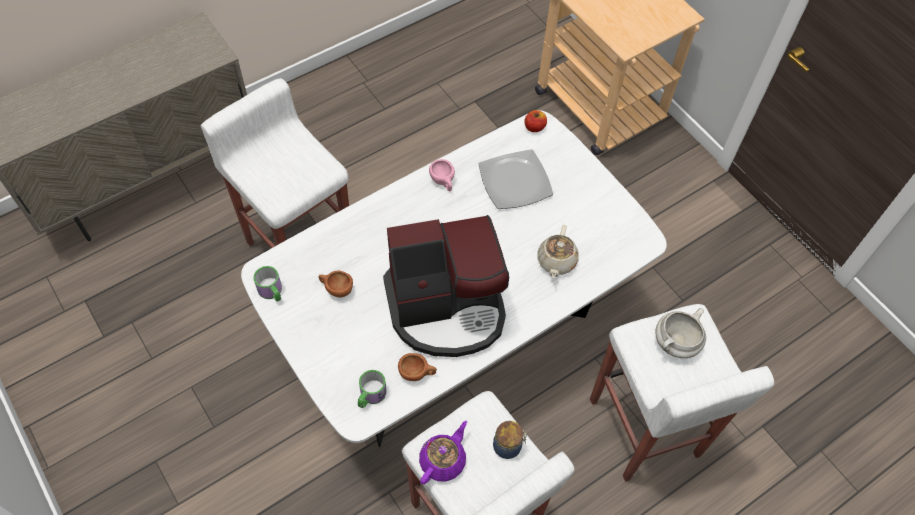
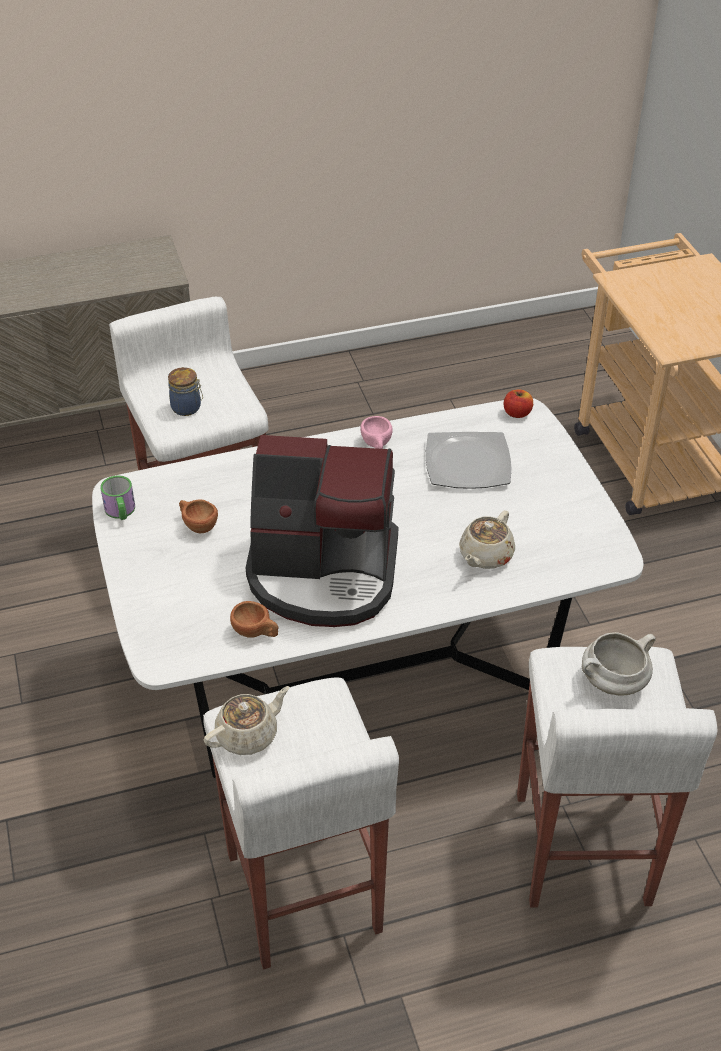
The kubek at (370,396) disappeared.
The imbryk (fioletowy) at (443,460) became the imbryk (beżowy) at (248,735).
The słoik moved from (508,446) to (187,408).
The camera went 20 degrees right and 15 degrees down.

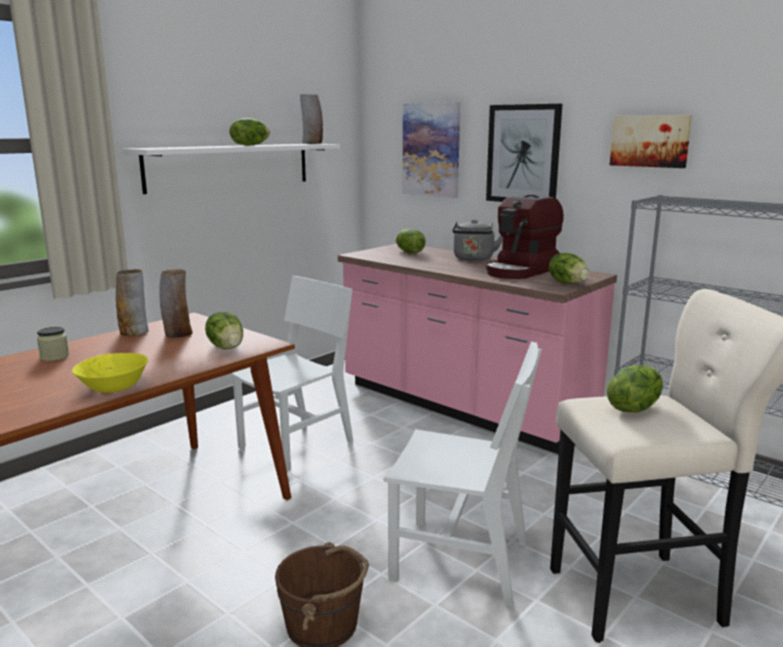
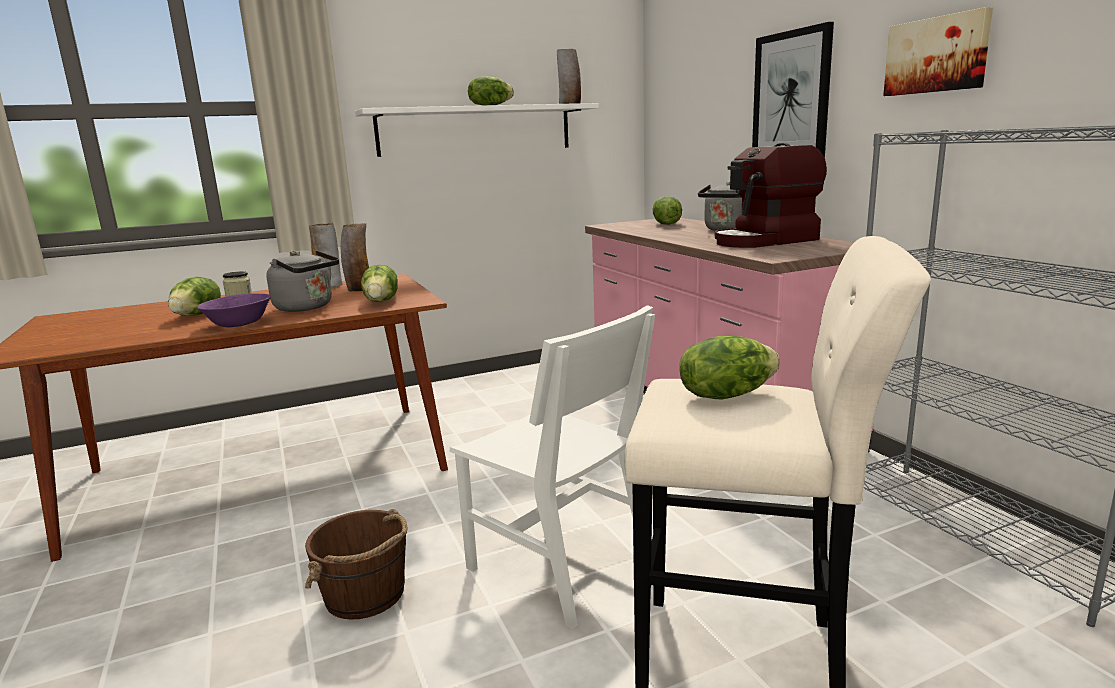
The miska (żółty) at (115,387) became the miska (fioletowy) at (240,324).
The krzesło (biały) at (296,444) disappeared.
The obraz at (431,150) disappeared.
The sałata moved from (568,283) to (198,315).
The czajnik (szary) at (307,307) appeared.
The camera went 25 degrees right and 0 degrees up.

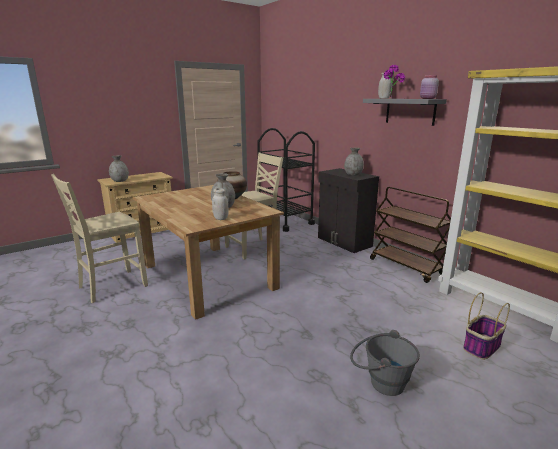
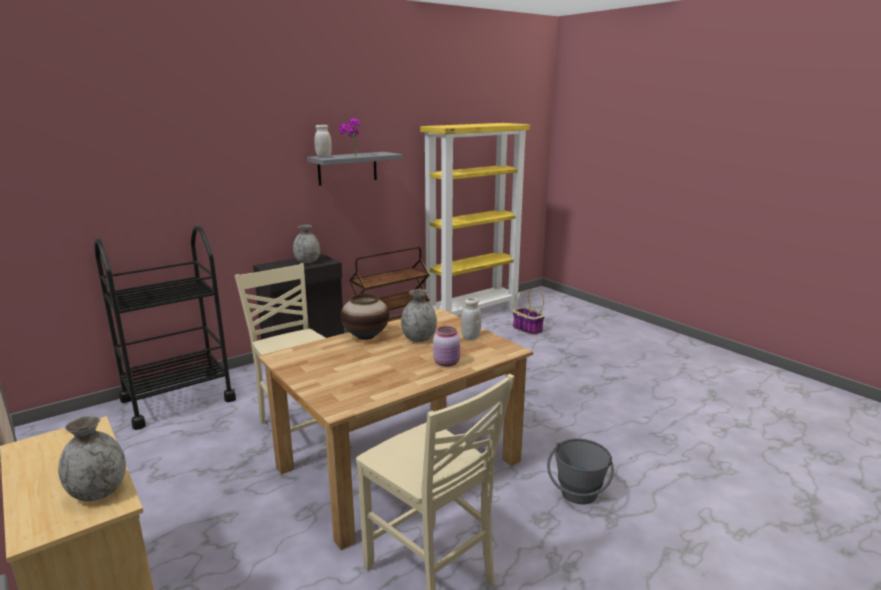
The wiadro (szary) moved from (380,381) to (577,497).
The słoik (różowy) moved from (427,98) to (447,363).
The camera went 90 degrees left and 0 degrees up.

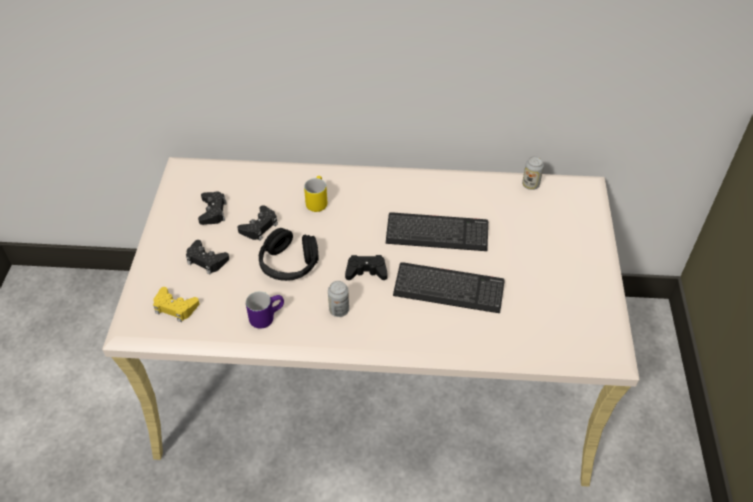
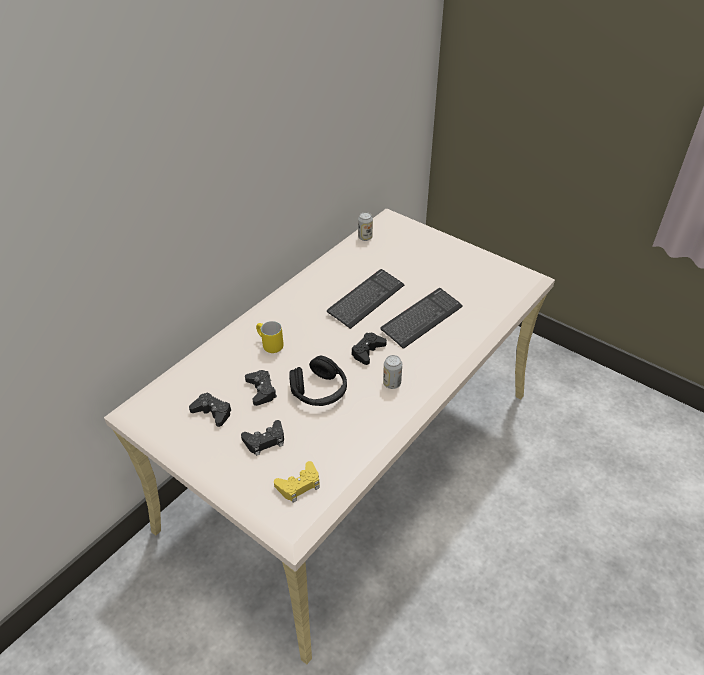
The kubek (fioletowy) at (266,316) disappeared.
The camera went 55 degrees left and 5 degrees down.

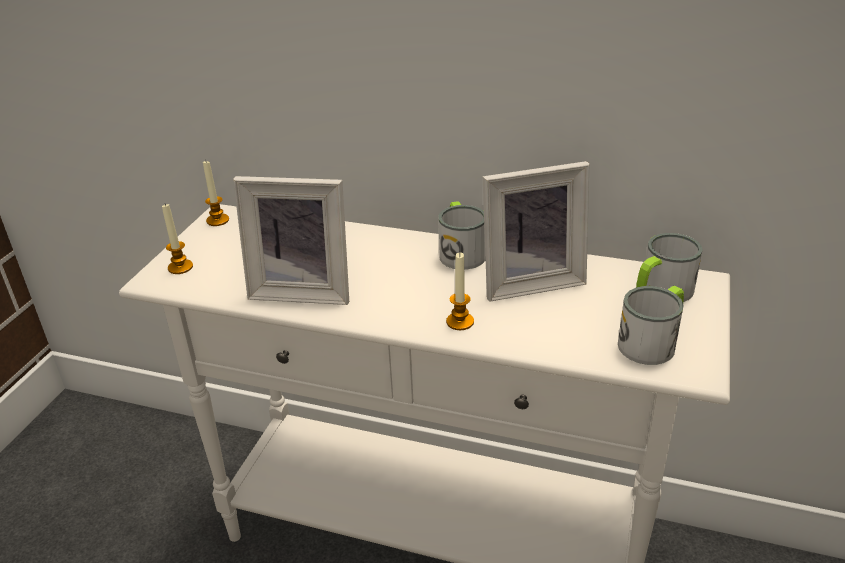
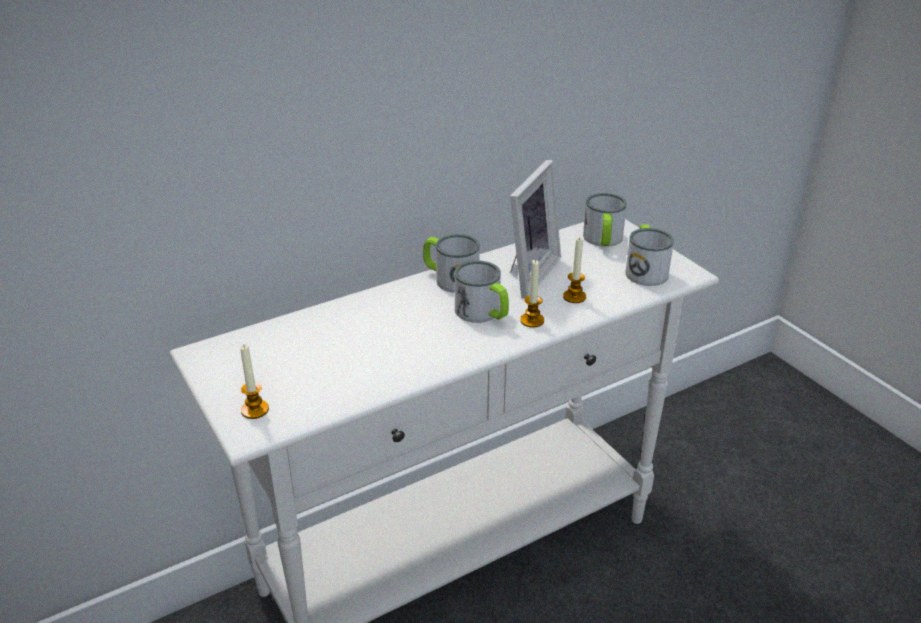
The świeca moved from (217,220) to (574,297).
The ramka na zdjęcie at (303,290) disappeared.
The kubek at (483,313) appeared.
The camera went 50 degrees left and 0 degrees up.

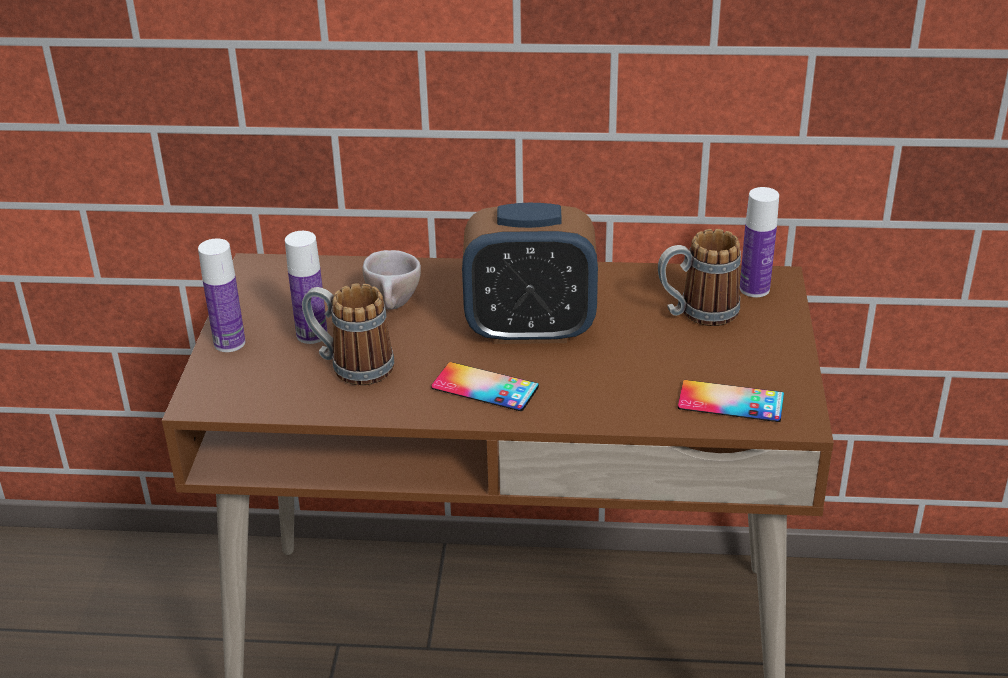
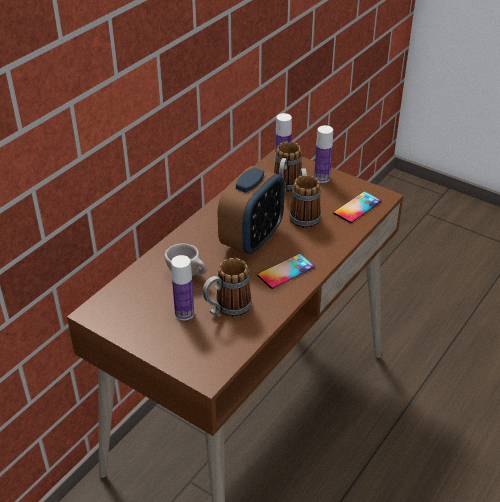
The butelka moved from (229,343) to (322,178).
The kubek at (303,214) appeared.
The camera went 60 degrees left and 5 degrees up.

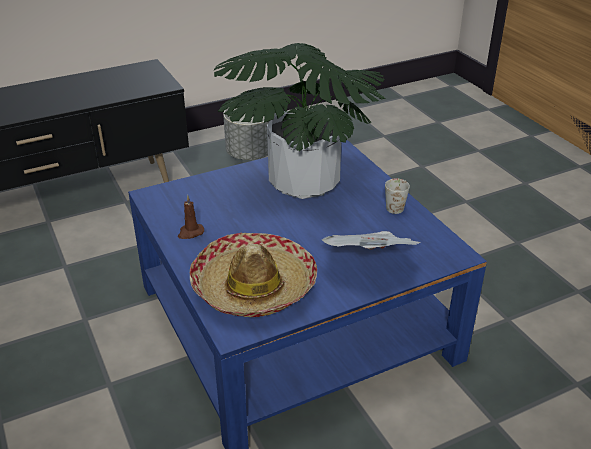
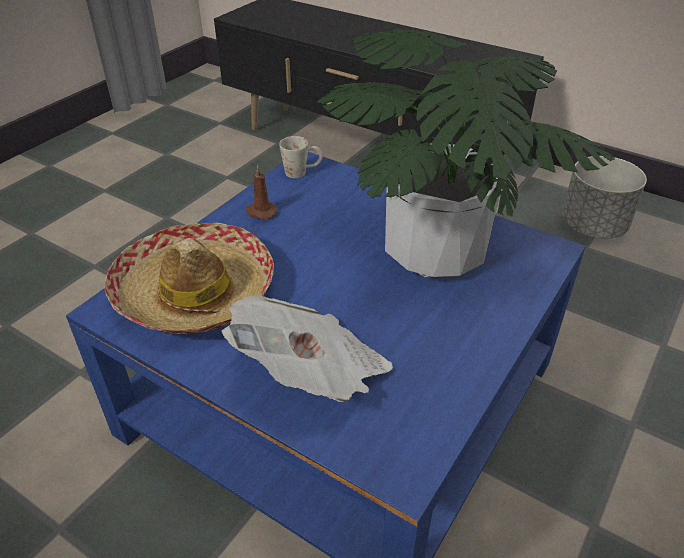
The kubek (biały) moved from (395,205) to (302,172).
The camera went 60 degrees right and 5 degrees up.

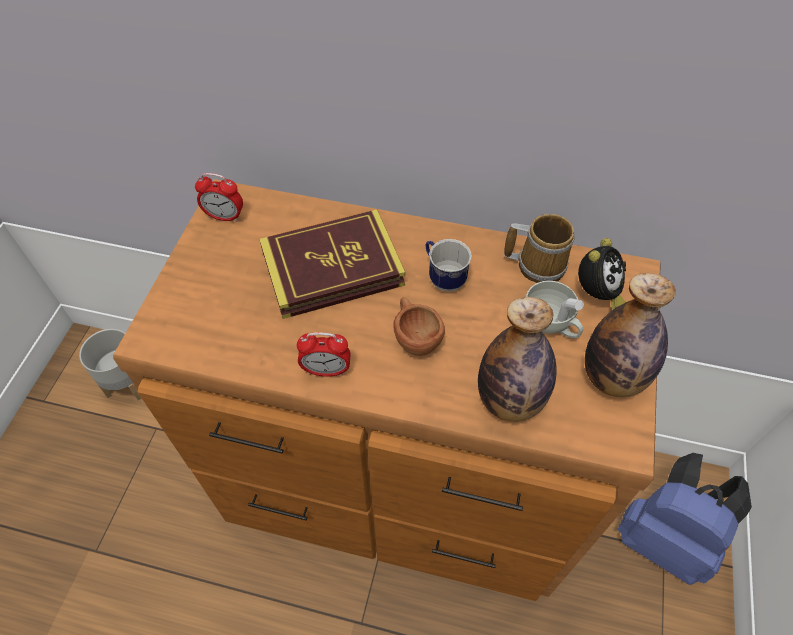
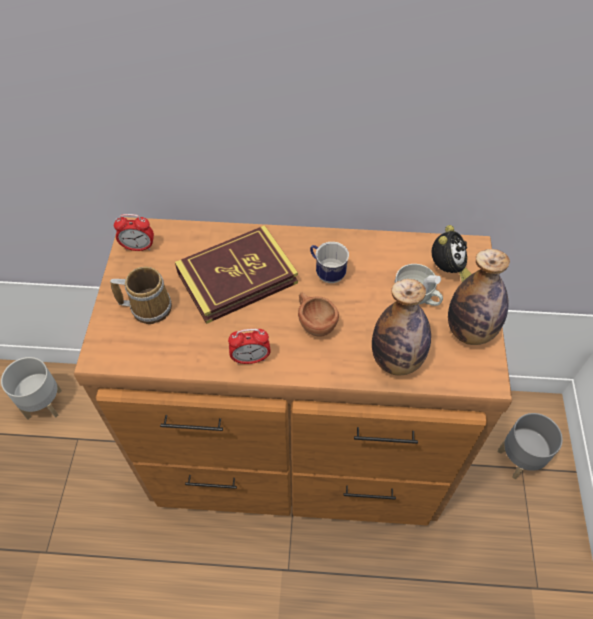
The kubek moved from (538,264) to (148,306).
The plecak (niebieski) at (663,539) was replaced by the donica (szary) at (520,459).
The camera went 10 degrees left and 0 degrees up.

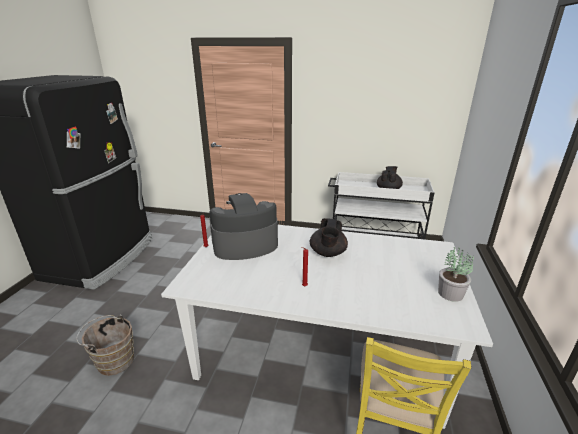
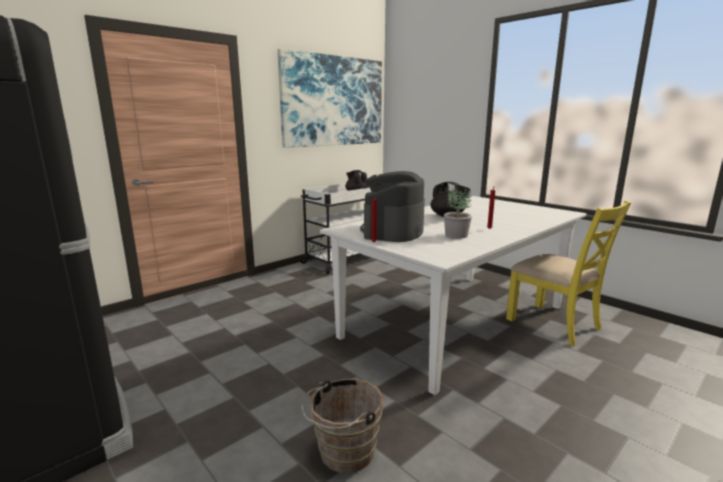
The roślina doniczkowa moved from (450,294) to (456,235).
The obraz at (333,101) appeared.
The camera went 55 degrees left and 10 degrees down.

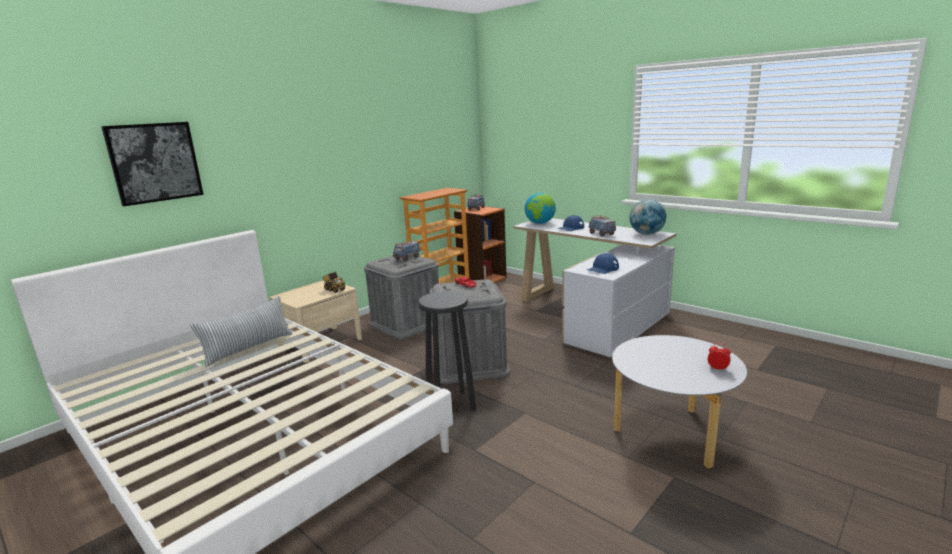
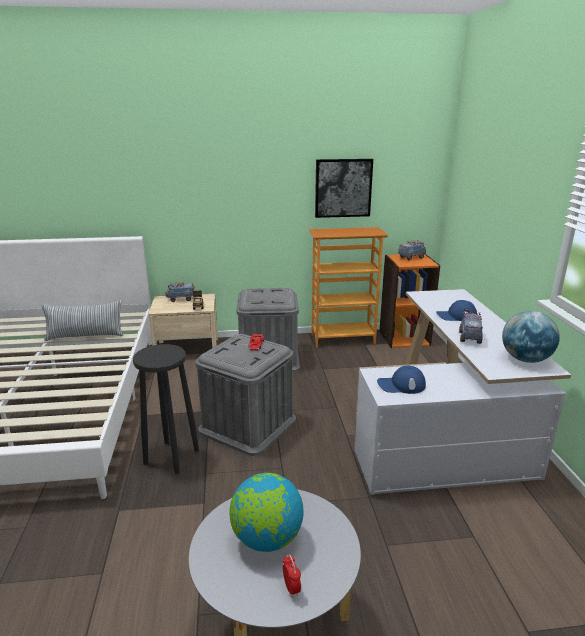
The obraz moved from (155,162) to (343,188).
The ciężarówka zabawkowa moved from (407,258) to (181,299).
The globus moved from (540,223) to (266,539).
The camera went 40 degrees right and 5 degrees up.

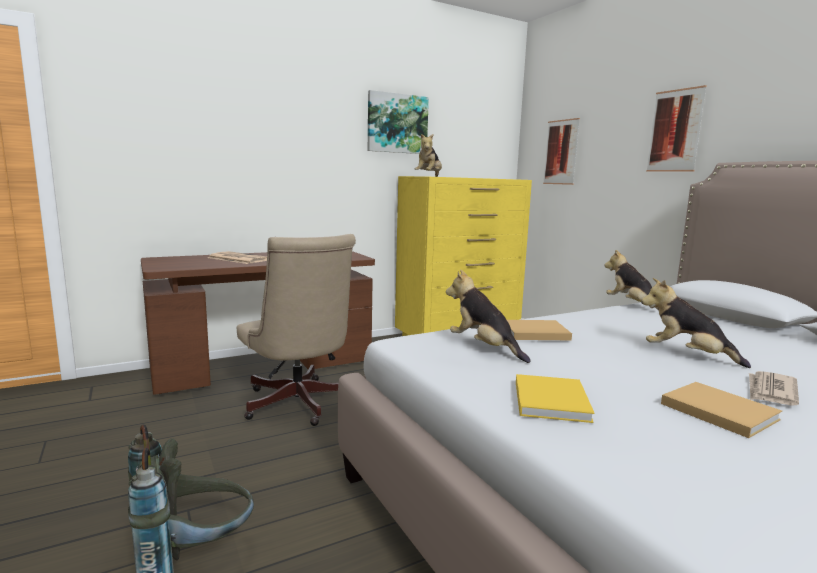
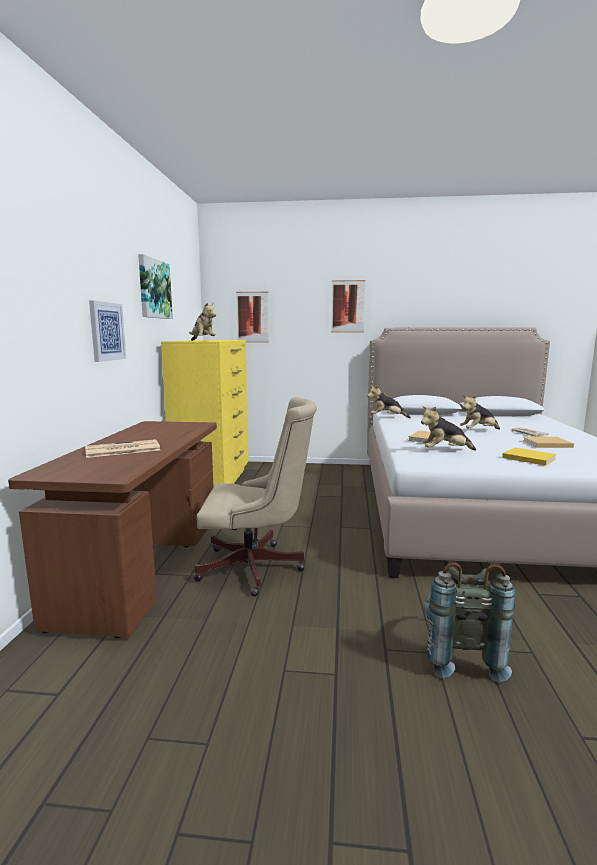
The obraz at (107,331) appeared.
The camera went 55 degrees left and 0 degrees up.

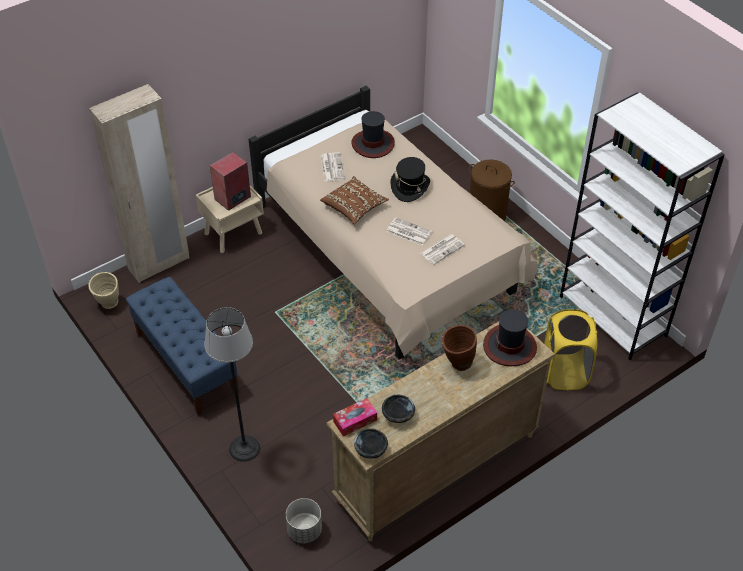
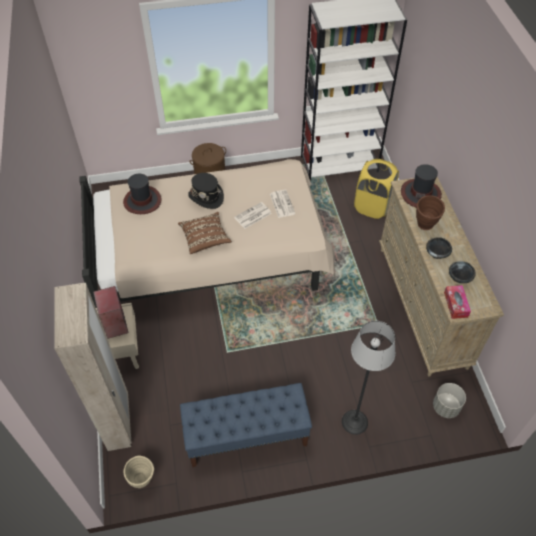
The gazeta at (332,167) disappeared.
The miska (czarny) moved from (370,450) to (437,253).
The camera went 65 degrees left and 5 degrees up.

